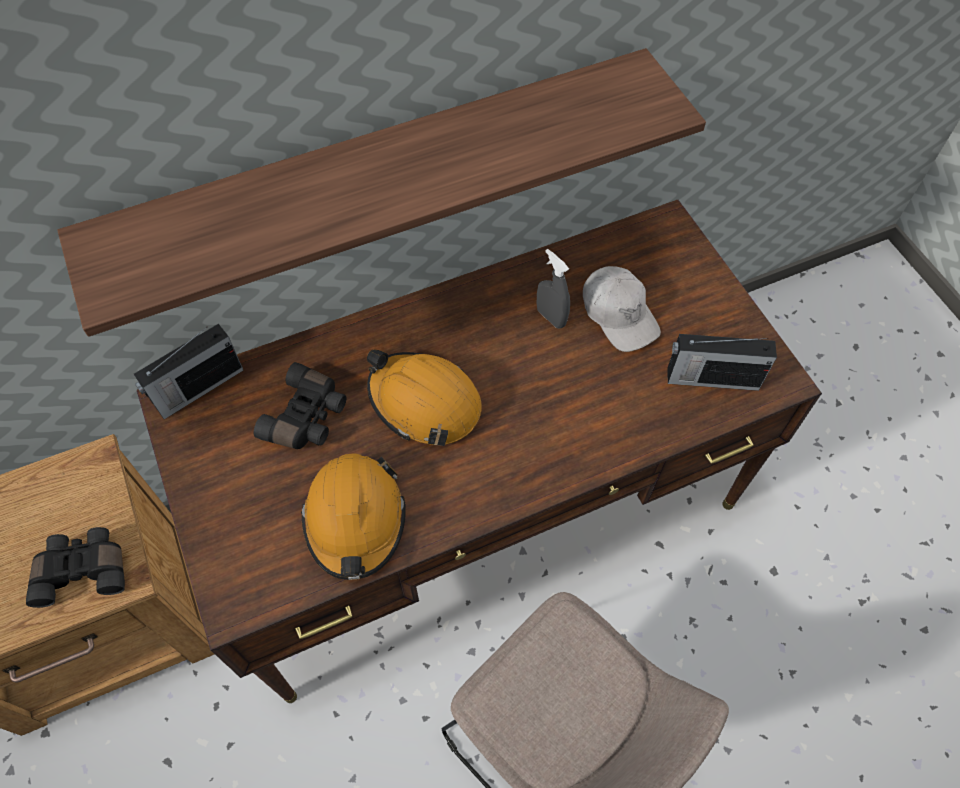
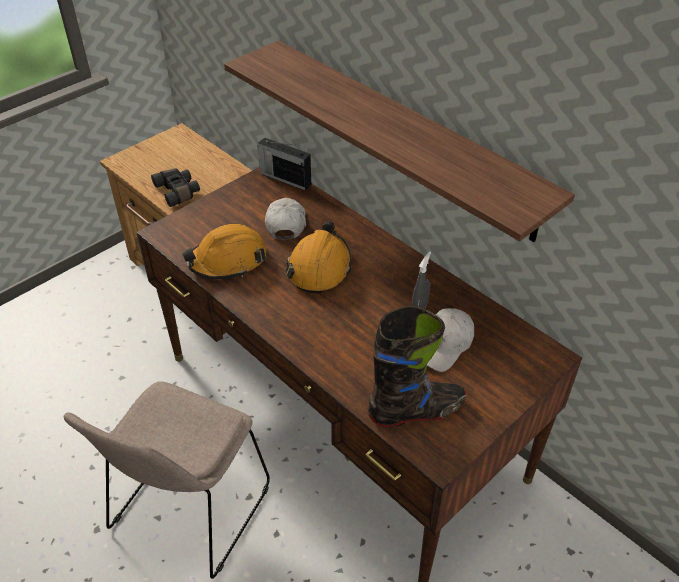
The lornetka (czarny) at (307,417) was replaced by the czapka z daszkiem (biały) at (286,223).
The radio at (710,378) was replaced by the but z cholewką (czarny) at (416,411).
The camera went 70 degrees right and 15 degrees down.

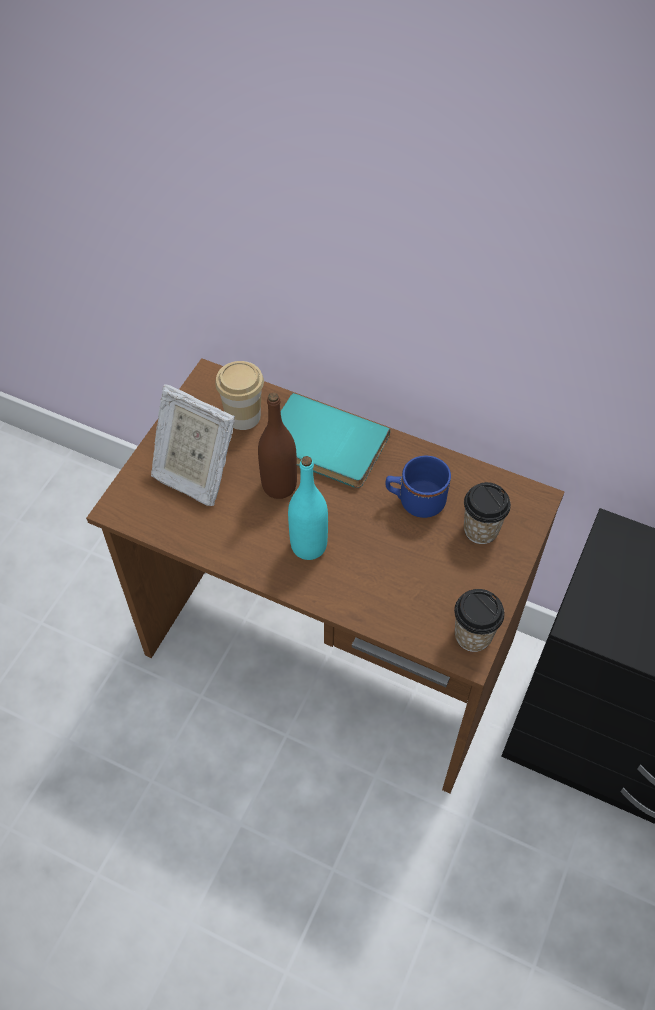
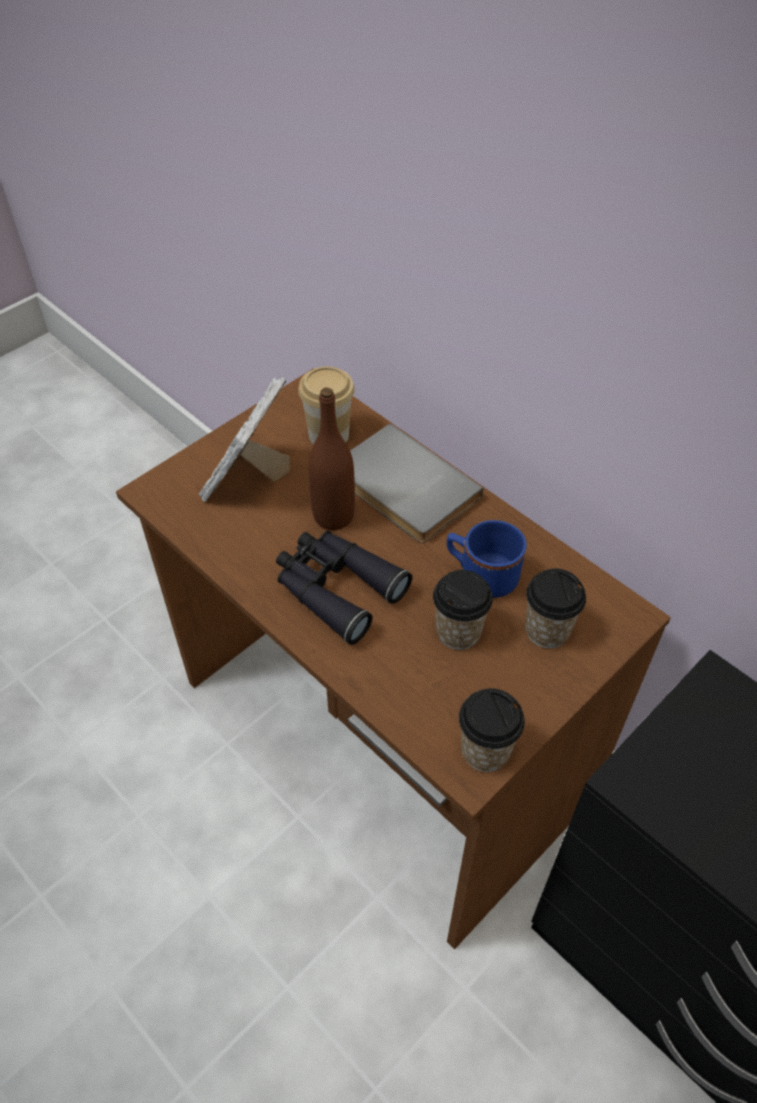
The ramka na zdjęcie at (194,474) turned 60 degrees clockwise.
The książka (turkusowy) at (323,446) became the książka (szary) at (402,489).
The butelka (turkusowy) at (308,546) was replaced by the lornetka (czarny) at (336,589).
The filiżanka at (458,632) appeared.
The camera went 20 degrees right and 5 degrees down.

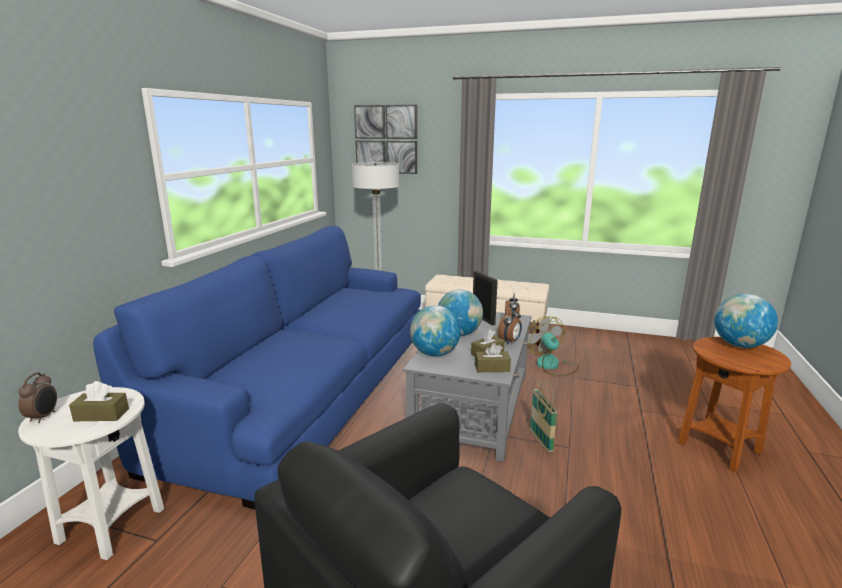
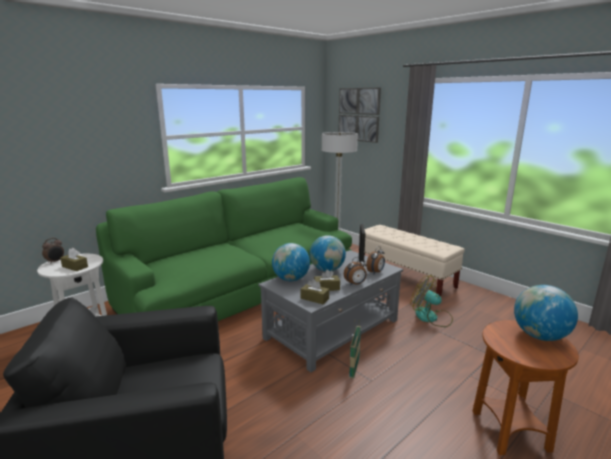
The kanapa (niebieski) at (309,390) became the kanapa (zielony) at (242,288).
The wentylator at (552,366) turned 60 degrees counterclockwise.
The camera went 30 degrees right and 0 degrees up.

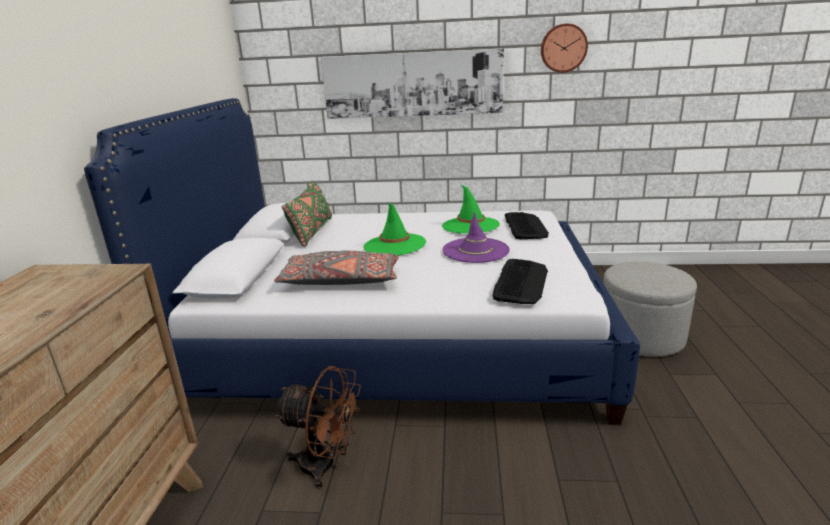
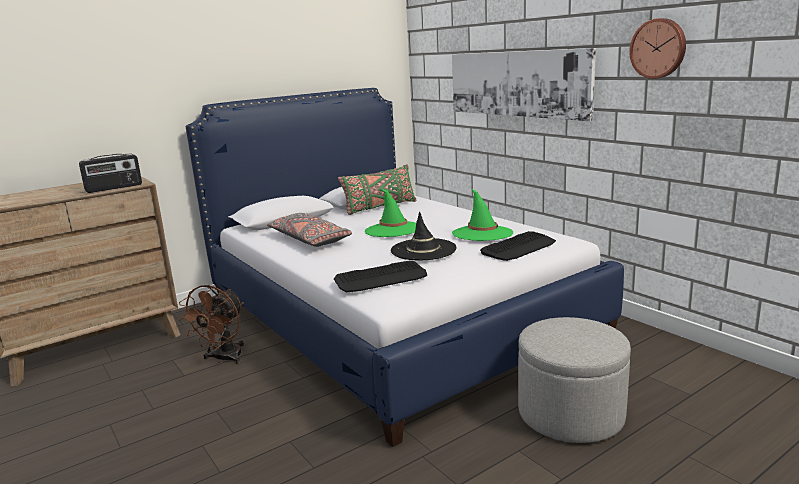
The wentylator (brązowy) at (326,465) turned 45 degrees clockwise.
The kapelusz (fioletowy) at (475,250) became the kapelusz (czarny) at (423,250).
The radio at (114,188) appeared.
The camera went 50 degrees right and 5 degrees down.

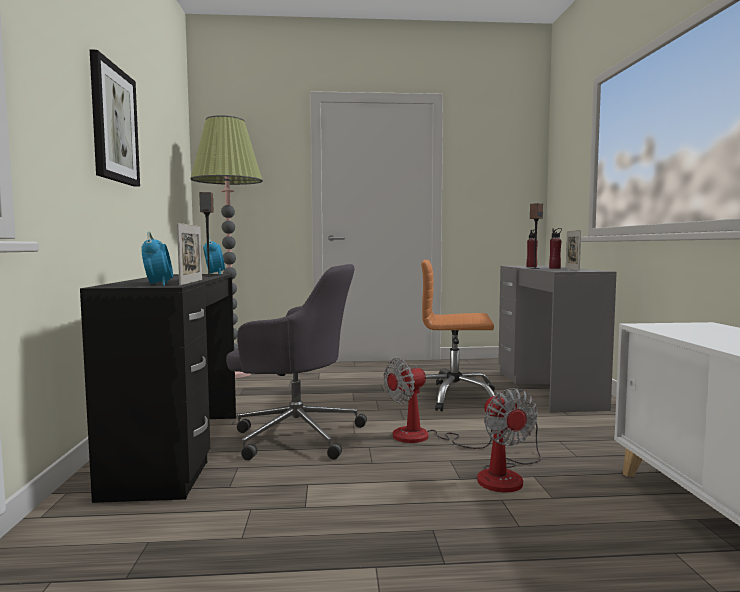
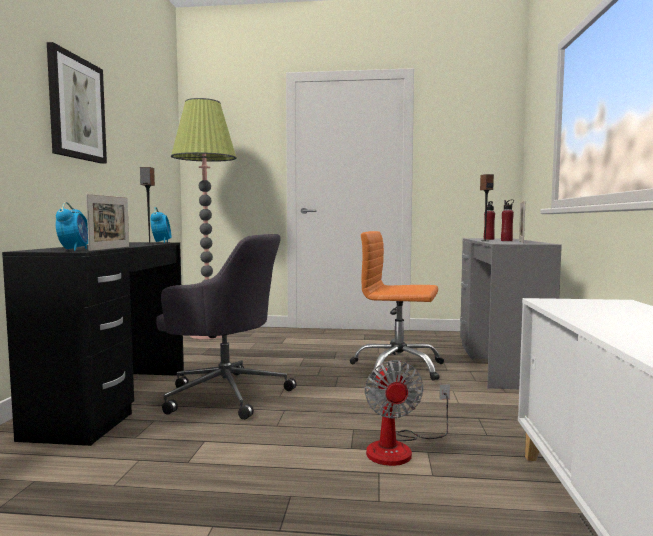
The wentylator at (424,438) disappeared.
The camera went 10 degrees right and 0 degrees up.

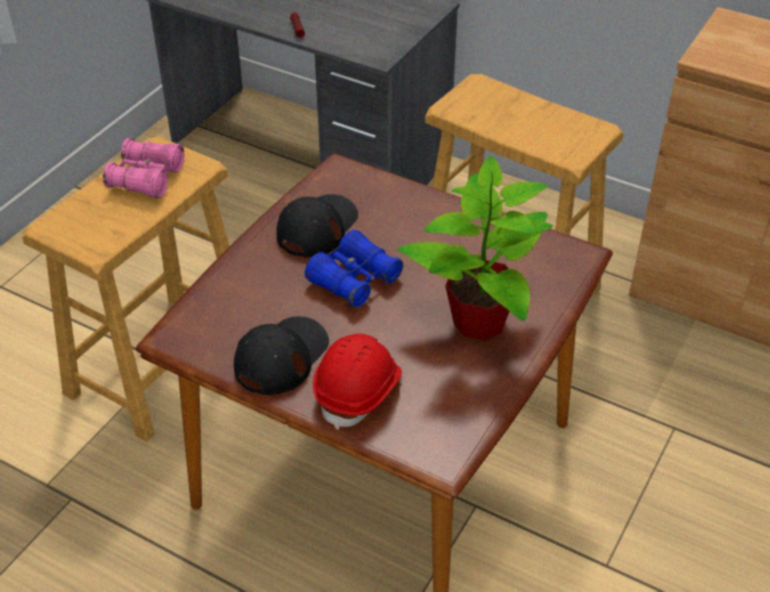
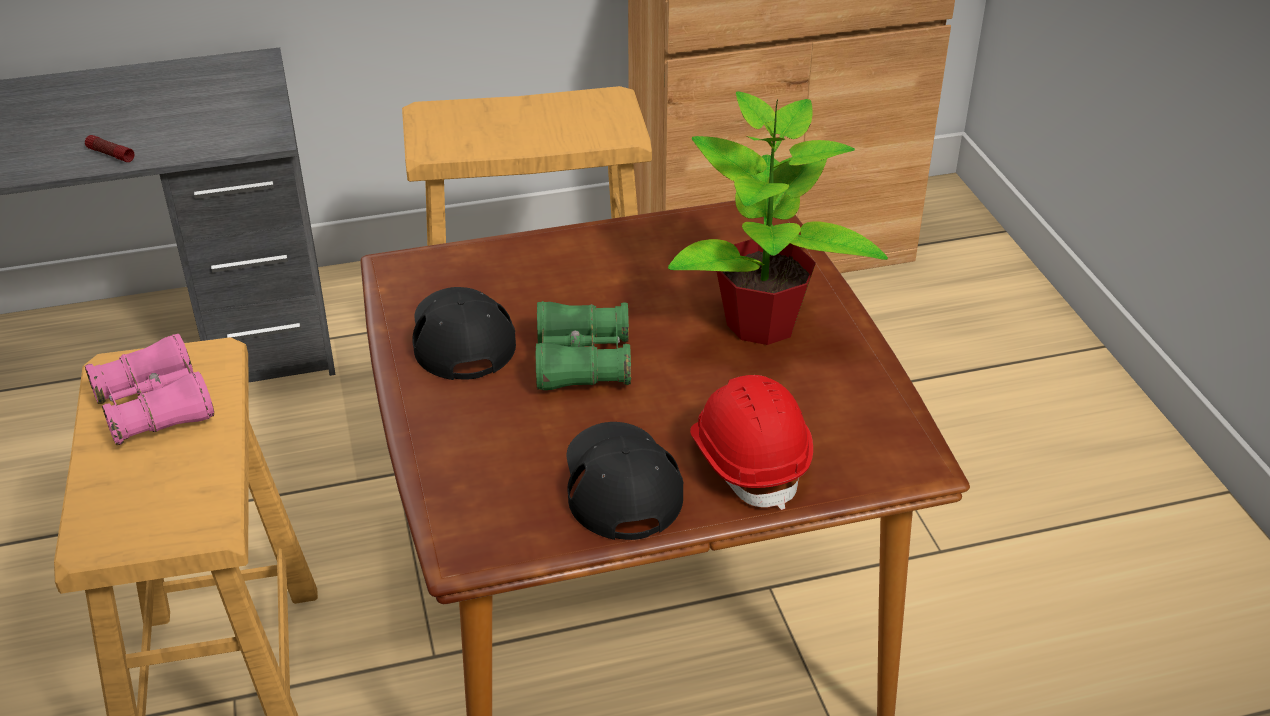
The lornetka (niebieski) at (354,280) became the lornetka (zielony) at (582,362).
The camera went 45 degrees left and 5 degrees down.

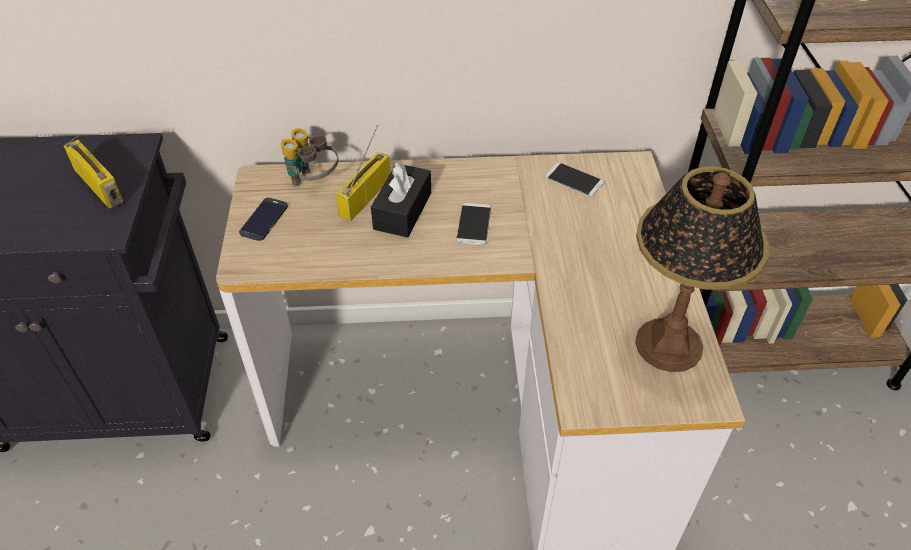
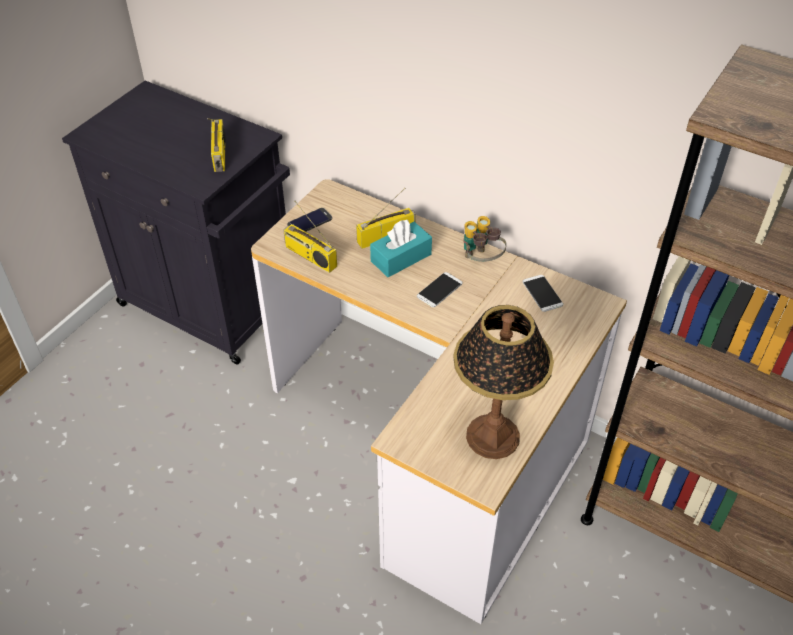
The lornetka moved from (313,182) to (481,260).
The pudełko chusteczek (czarny) at (402,211) became the pudełko chusteczek (turkusowy) at (401,258).
The radio at (309,256) appeared.
The camera went 35 degrees right and 0 degrees up.

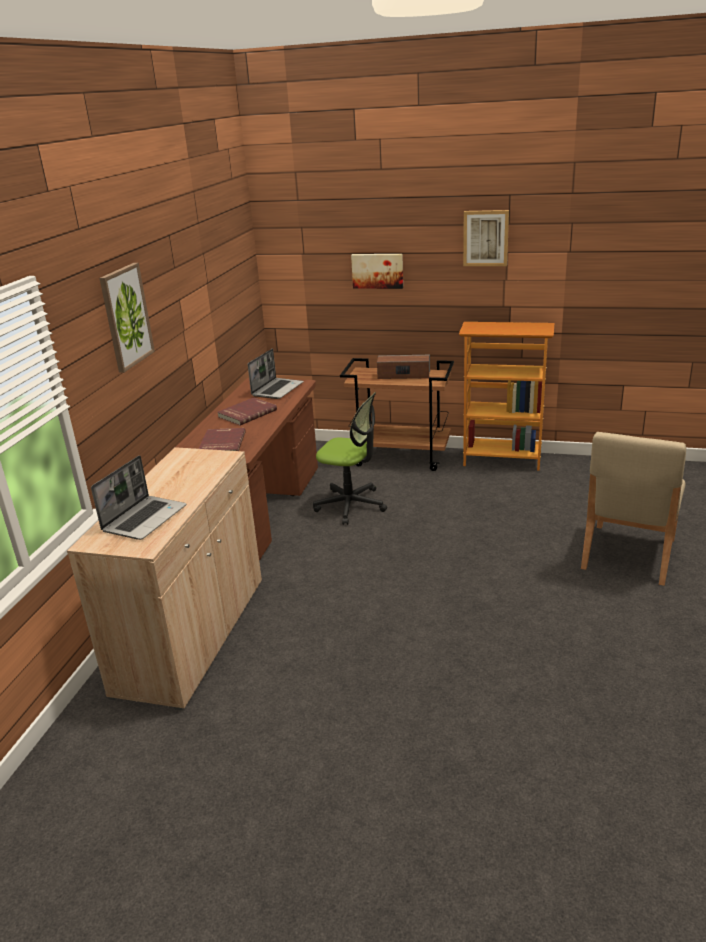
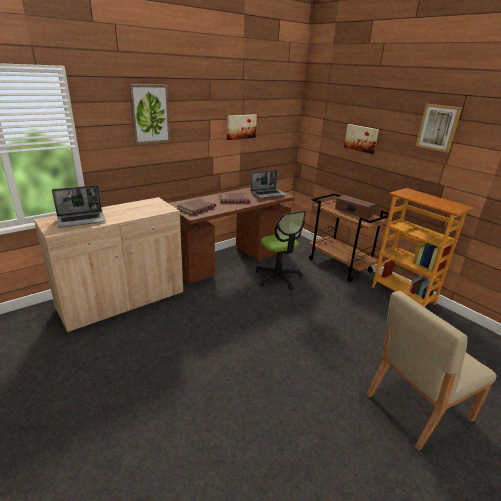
The obraz at (241,126) appeared.
The camera went 35 degrees right and 0 degrees up.

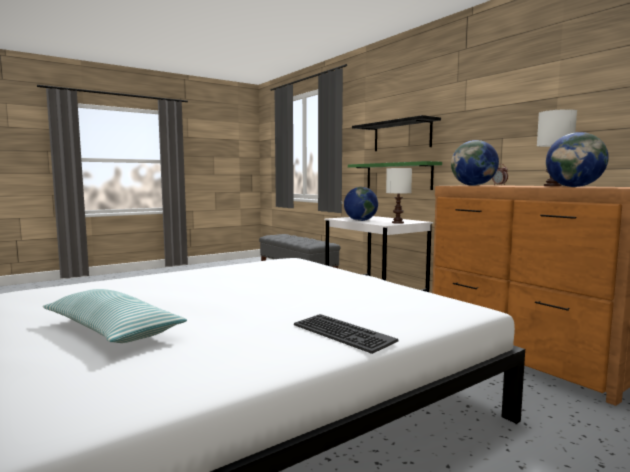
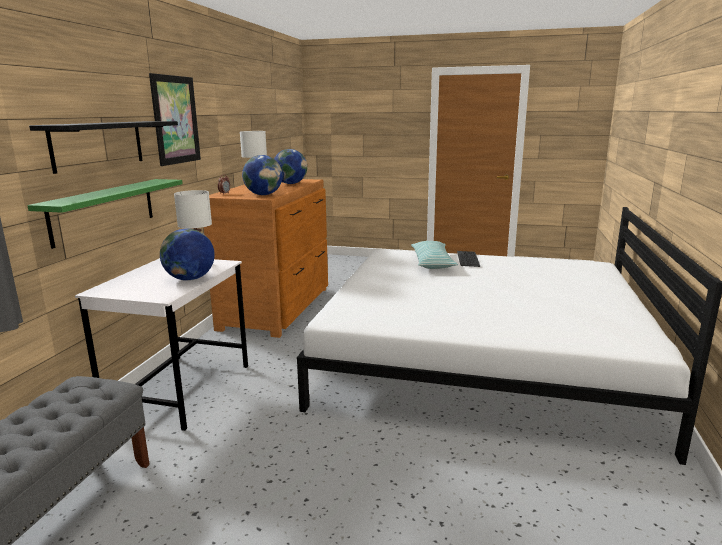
The poduszka moved from (112,330) to (432,262).
The obraz at (175,120) appeared.
The camera went 130 degrees left and 10 degrees up.

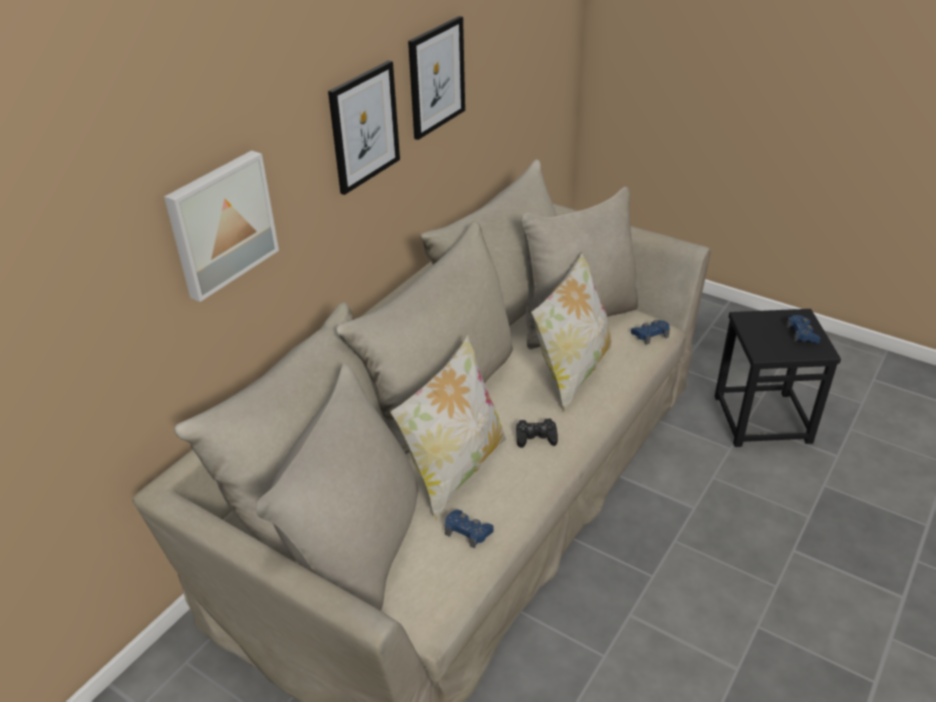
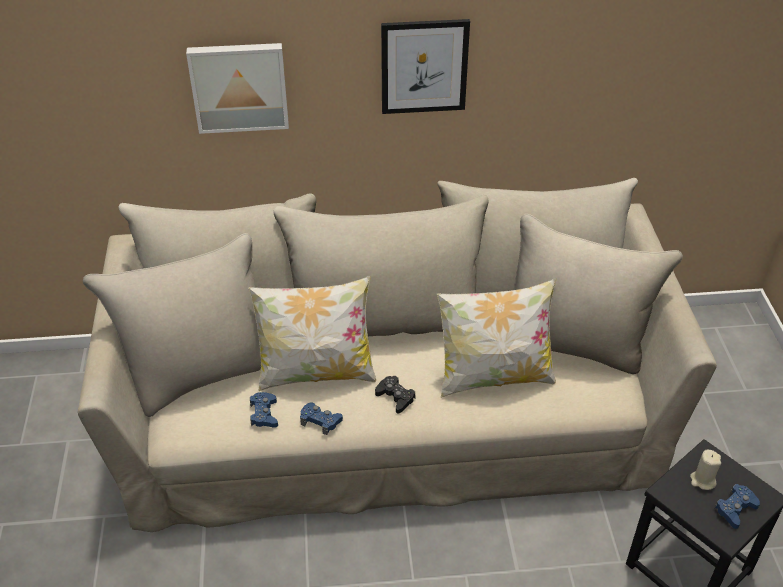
The obraz at (436,77) disappeared.
The pad do gier (niebieski) moved from (650,335) to (320,421).
The świeca (beżowy) at (702,480) appeared.
The camera went 50 degrees right and 5 degrees up.

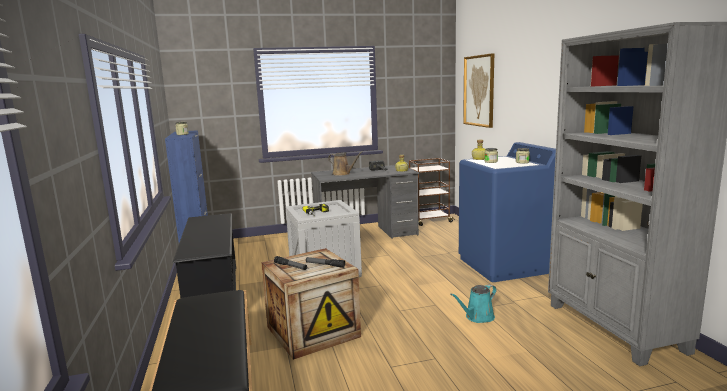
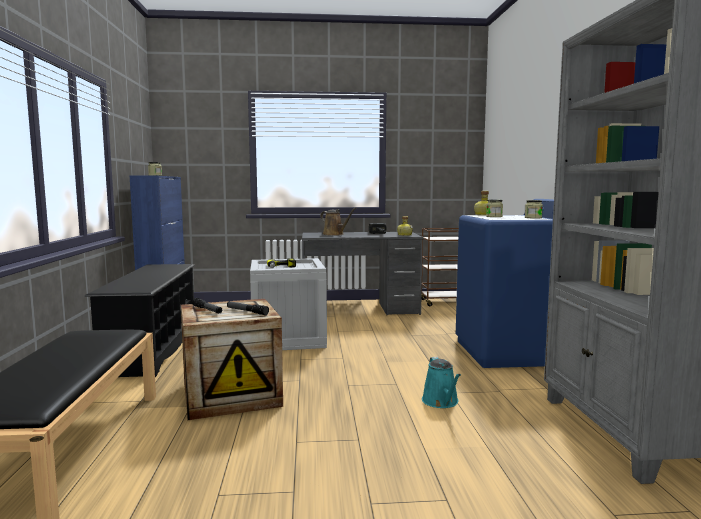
The konewka (turkusowy) at (477,317) turned 75 degrees counterclockwise.
The obraz at (479,91) disappeared.
The camera went 10 degrees right and 5 degrees down.

